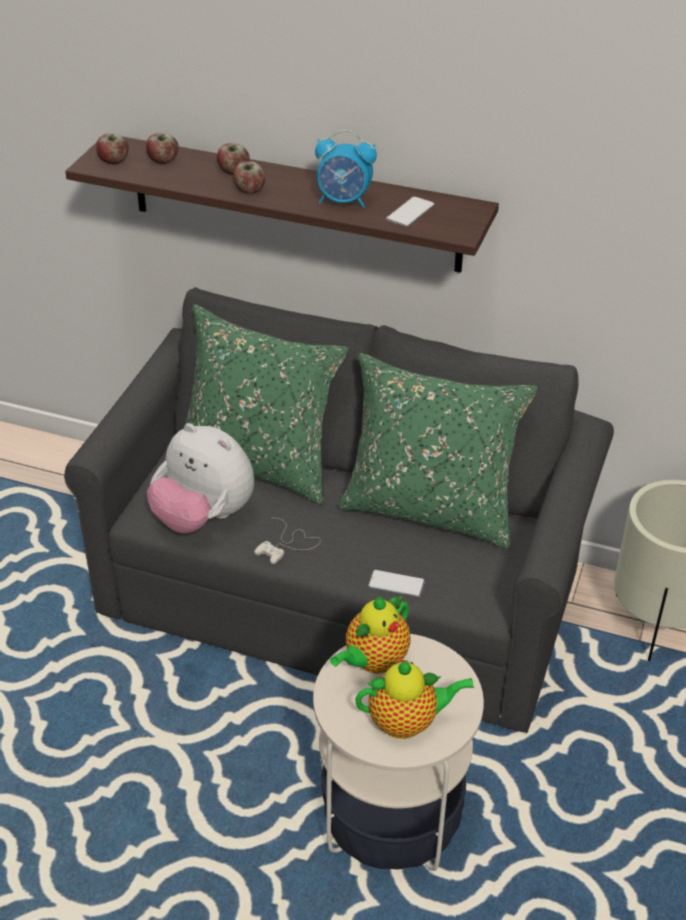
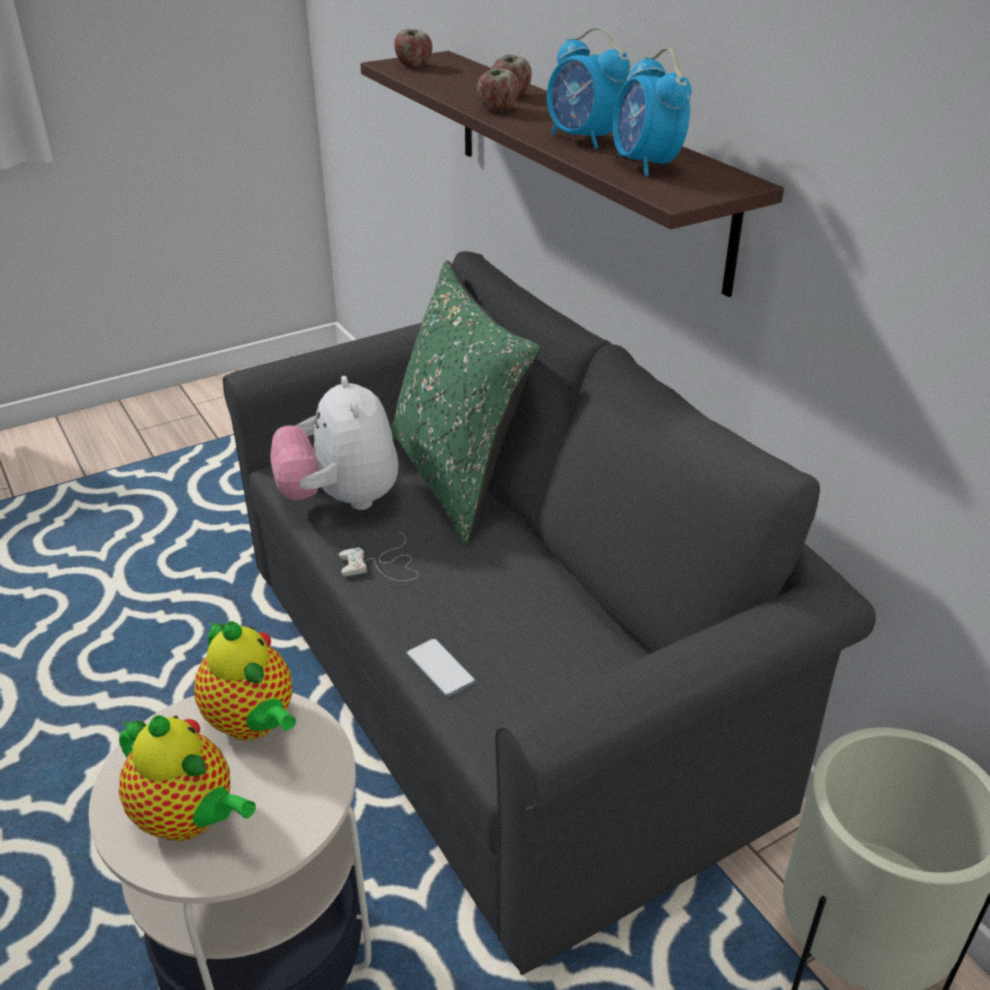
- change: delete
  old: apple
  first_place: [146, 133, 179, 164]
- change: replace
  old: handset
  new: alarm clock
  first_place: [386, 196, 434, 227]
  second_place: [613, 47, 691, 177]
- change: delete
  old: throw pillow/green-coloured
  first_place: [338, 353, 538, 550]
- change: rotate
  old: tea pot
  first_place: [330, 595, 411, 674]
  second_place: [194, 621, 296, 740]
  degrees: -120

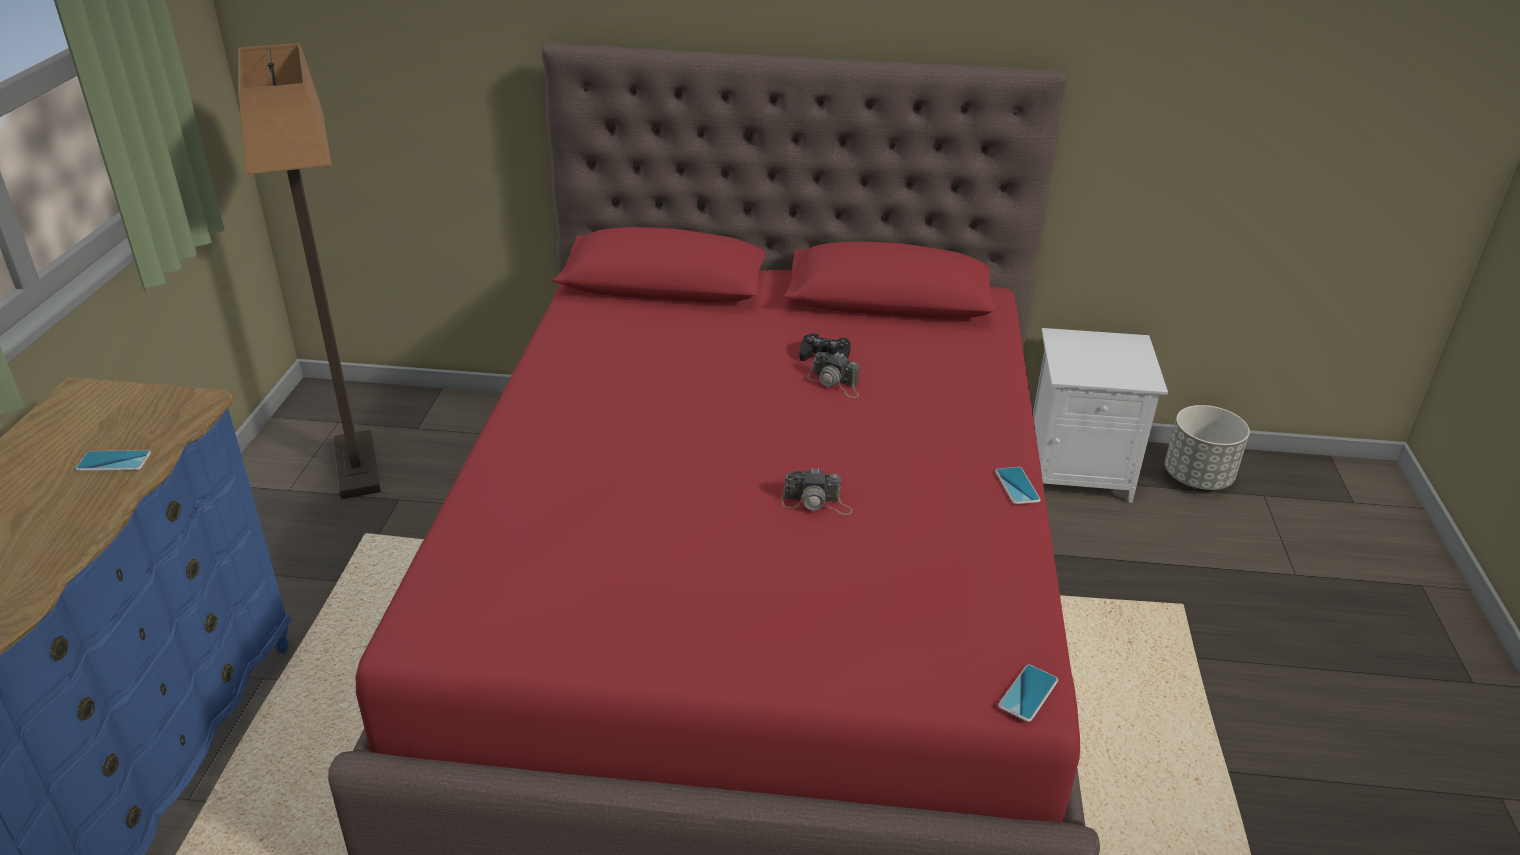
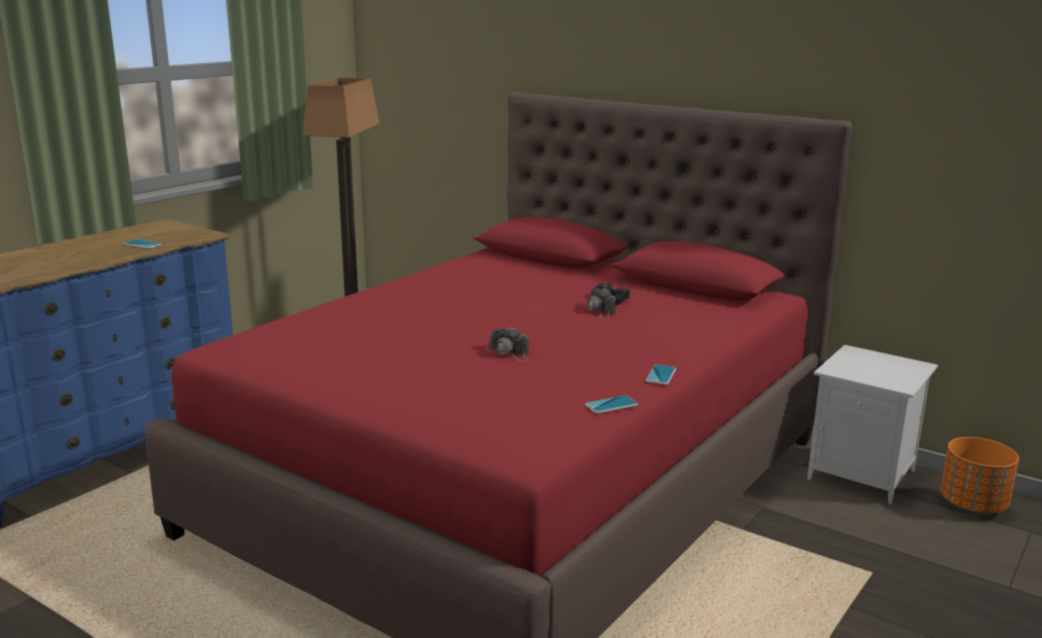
- change: recolor
  old: flower pot/grey
  new: flower pot/orangey
  first_place: [1165, 405, 1250, 490]
  second_place: [940, 437, 1019, 513]
- change: move
  old: handset
  first_place: [998, 665, 1058, 722]
  second_place: [585, 395, 638, 414]

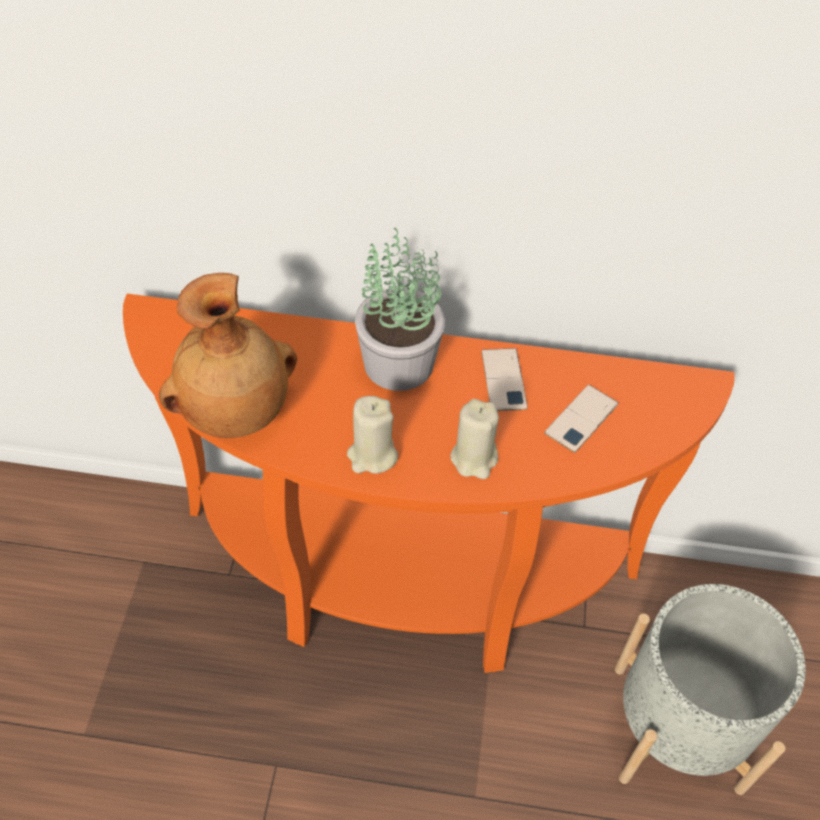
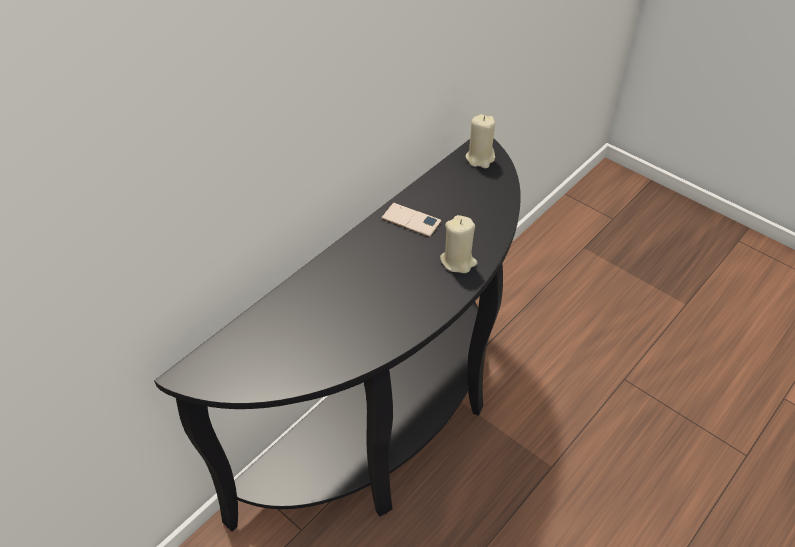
- change: delete
  old: plant in a pot
  first_place: [355, 227, 445, 391]
- change: delete
  old: flower vase/brown
  first_place: [159, 273, 297, 438]
- change: recolor
  old: hall table/orangey
  new: hall table/blackish
  first_place: [123, 294, 735, 673]
  second_place: [154, 138, 521, 532]
- change: delete
  old: handset
  first_place: [544, 385, 618, 453]
- change: move
  old: wax light/beige-coloured
  first_place: [347, 396, 398, 474]
  second_place: [466, 114, 495, 168]
- change: delete
  old: flower pot/grey
  first_place: [614, 584, 806, 795]

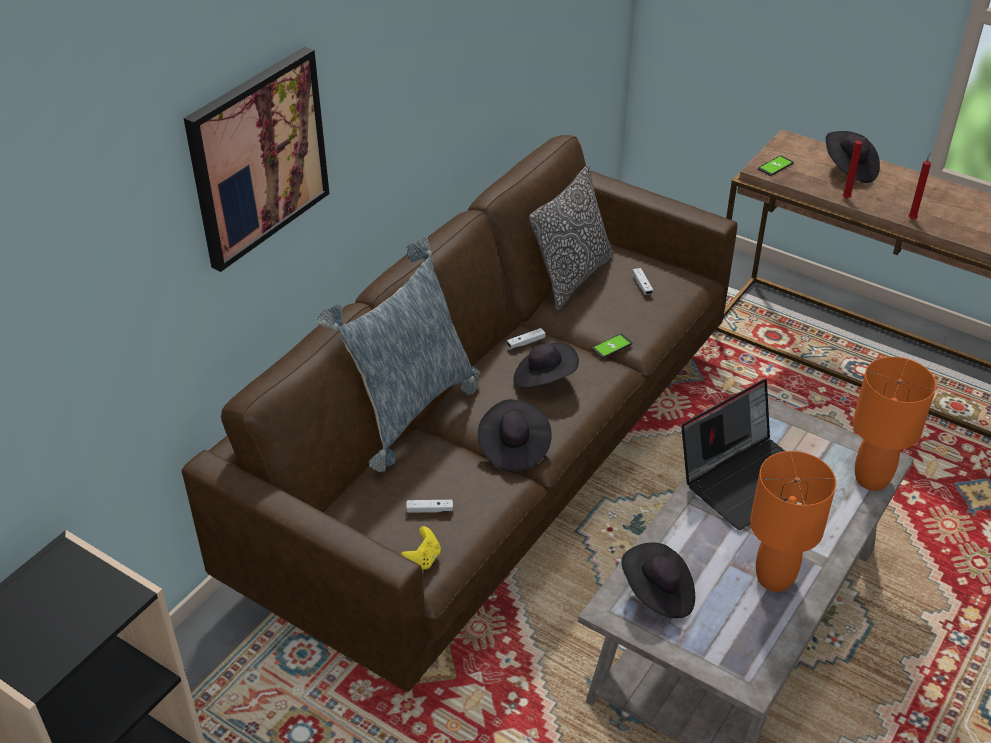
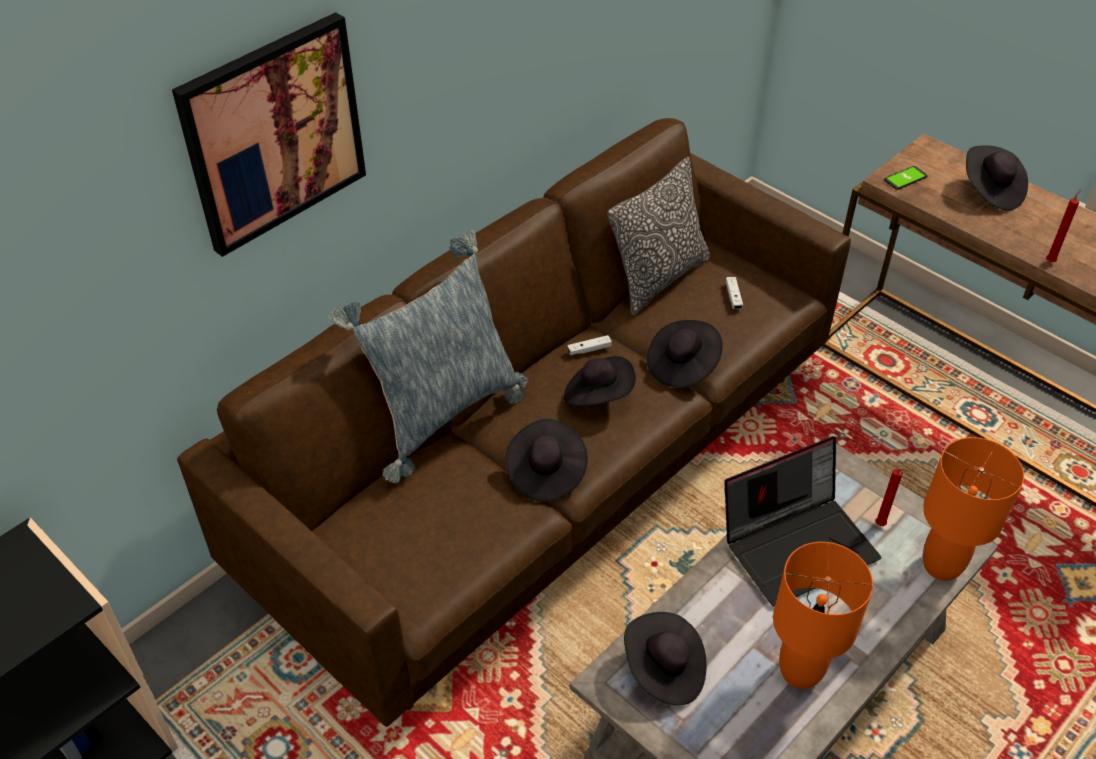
- change: move
  old: wax light/red
  first_place: [843, 138, 866, 199]
  second_place: [875, 468, 909, 526]
- change: replace
  old: handset
  new: wearable hat/blackish
  first_place: [591, 334, 633, 358]
  second_place: [647, 320, 723, 388]
- change: delete
  old: joypad/white
  first_place: [406, 500, 453, 513]
- change: delete
  old: joypad/yellow-coloured
  first_place: [401, 526, 441, 571]

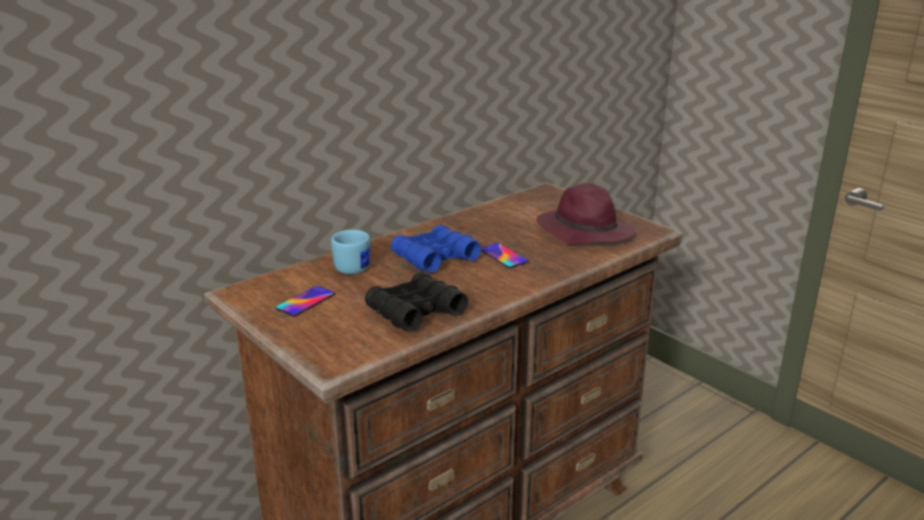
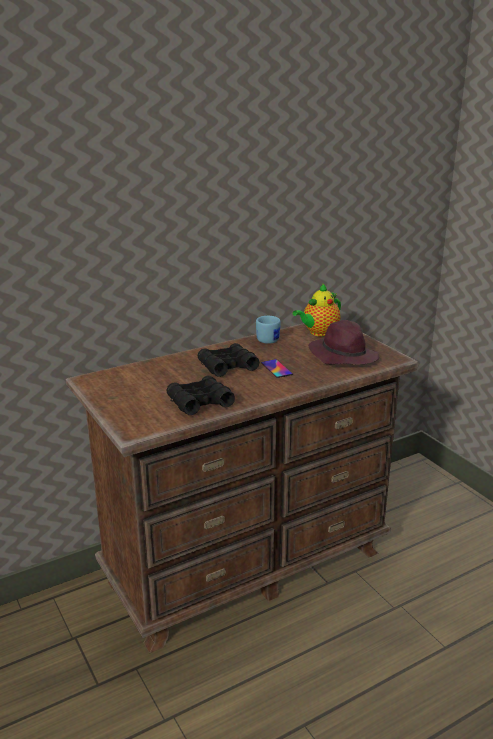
- change: recolor
  old: binoculars/bluish
  new: binoculars/blackish
  first_place: [391, 225, 481, 273]
  second_place: [198, 343, 259, 377]
- change: move
  old: tea mug/bluish
  first_place: [331, 230, 370, 274]
  second_place: [256, 316, 281, 344]
- change: delete
  old: handset
  first_place: [275, 286, 336, 317]
- change: insert
  new: tea pot
  second_place: [292, 283, 341, 337]

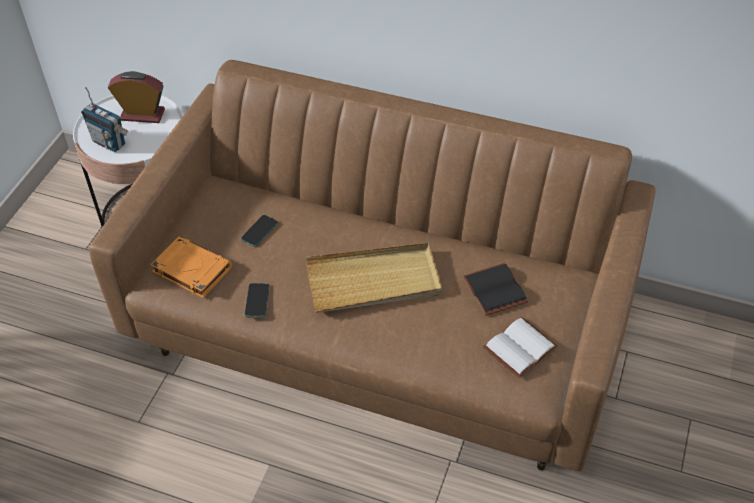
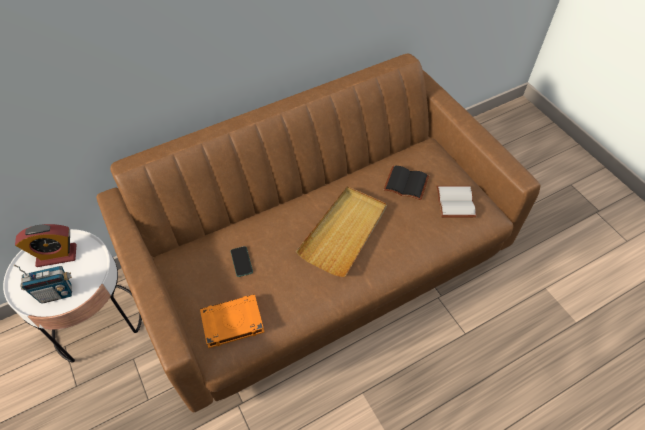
- change: rotate
  old: alarm clock
  first_place: [108, 71, 165, 123]
  second_place: [15, 224, 77, 267]
  degrees: -150
- change: delete
  old: handset
  first_place: [244, 283, 270, 318]

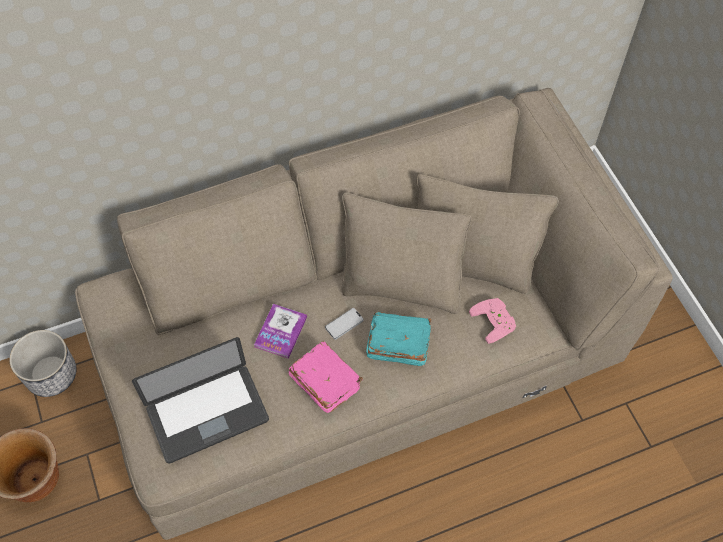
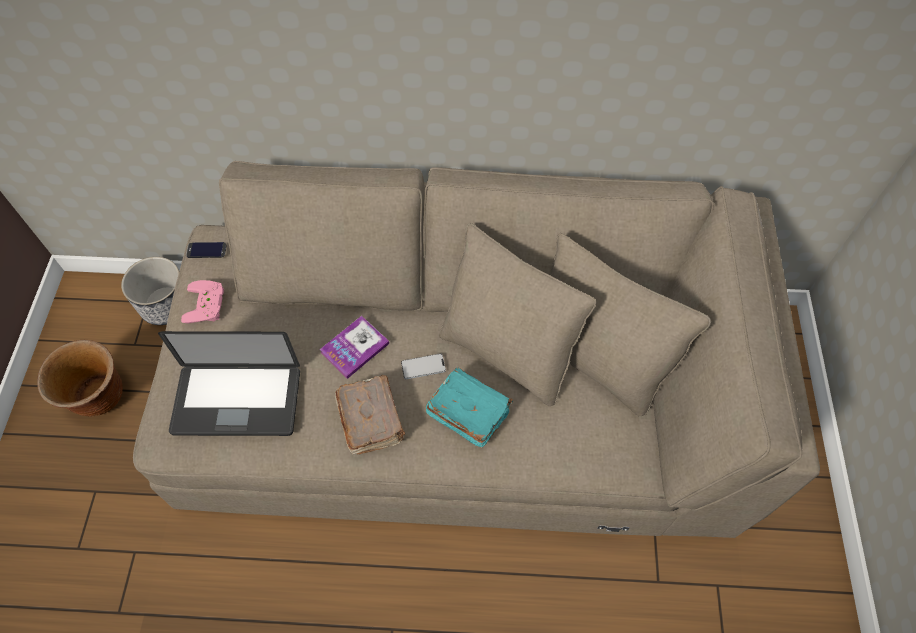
- change: move
  old: joypad/pinkish
  first_place: [469, 298, 516, 344]
  second_place: [181, 280, 224, 323]
- change: recolor
  old: volume/pinkish
  new: volume/brown
  first_place: [289, 341, 363, 413]
  second_place: [335, 375, 405, 454]
- change: insert
  new: handset
  second_place: [186, 242, 227, 258]

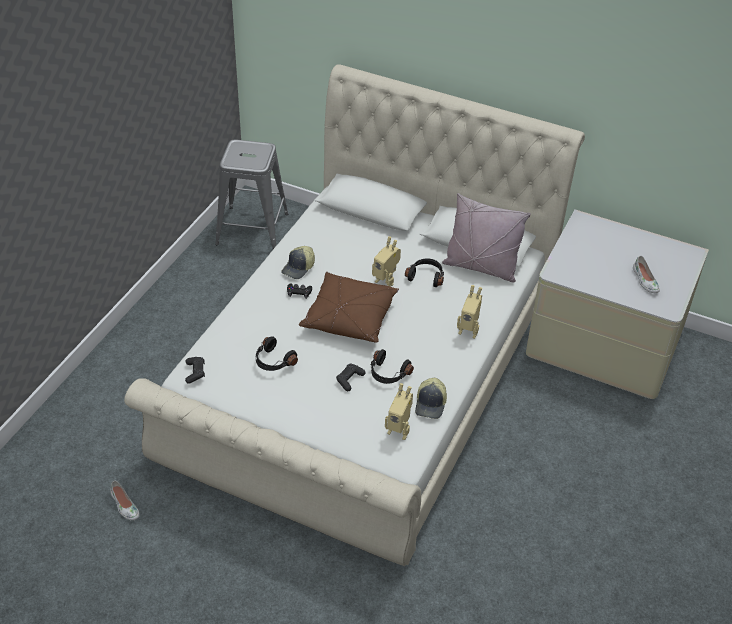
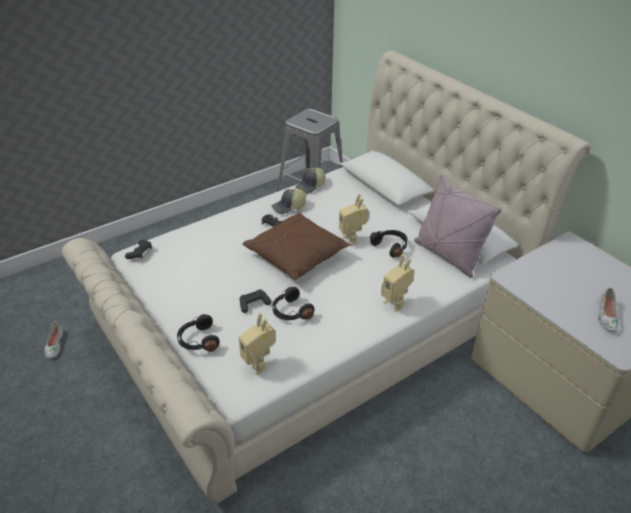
- change: move
  old: headphones/blackish
  first_place: [256, 336, 298, 371]
  second_place: [177, 314, 220, 352]
- change: move
  old: baseball cap
  first_place: [415, 378, 447, 419]
  second_place: [295, 168, 325, 193]

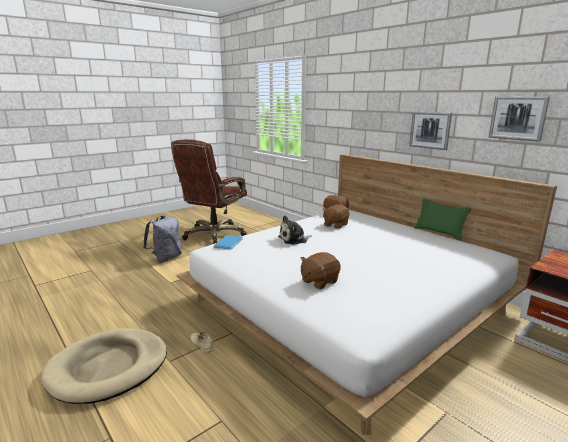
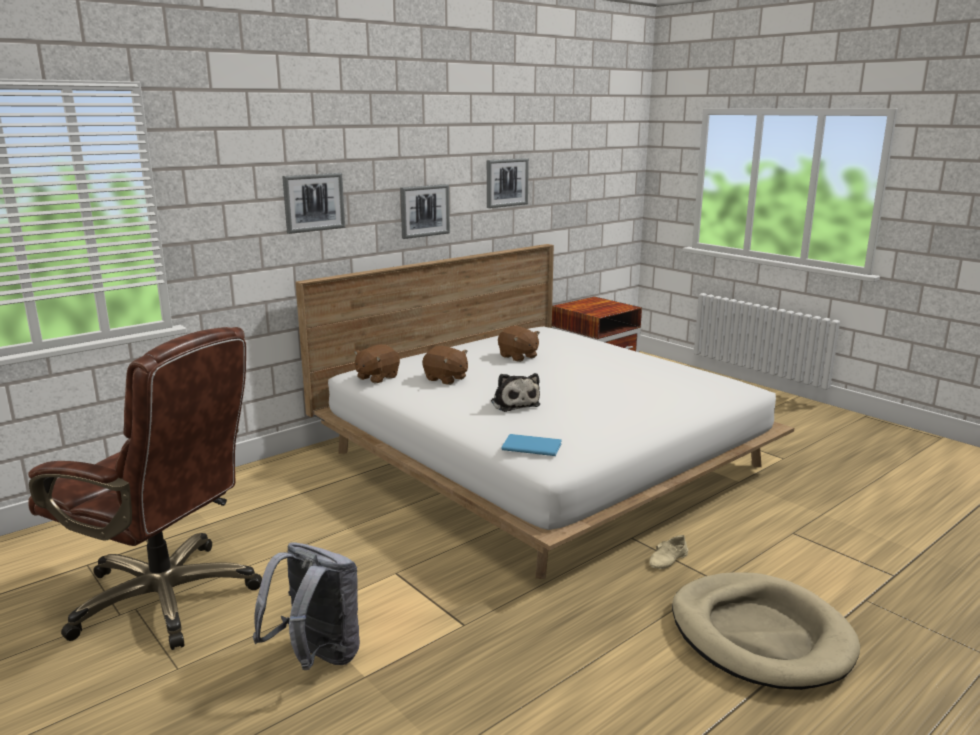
- change: delete
  old: throw pillow/green-coloured
  first_place: [414, 198, 471, 240]
- change: move
  old: plush toy/brown
  first_place: [301, 252, 341, 289]
  second_place: [498, 326, 540, 362]
- change: insert
  new: picture
  second_place: [282, 173, 345, 234]

